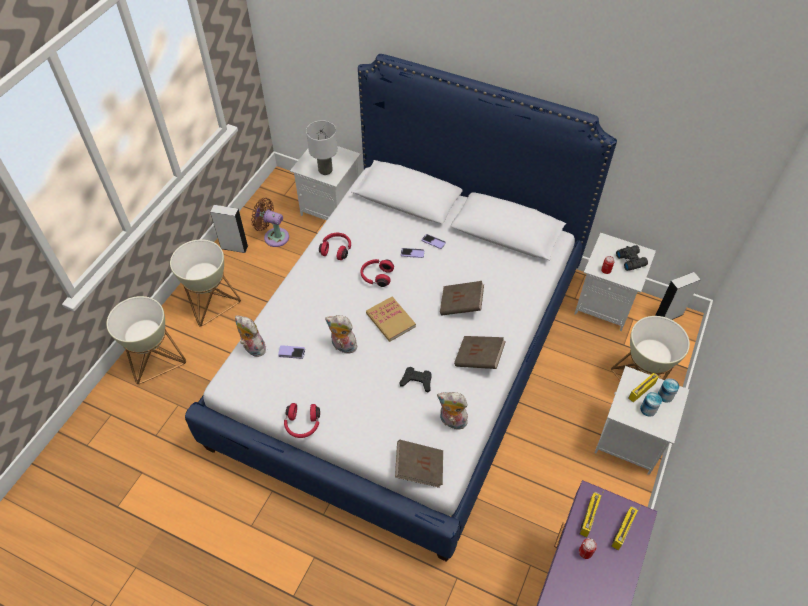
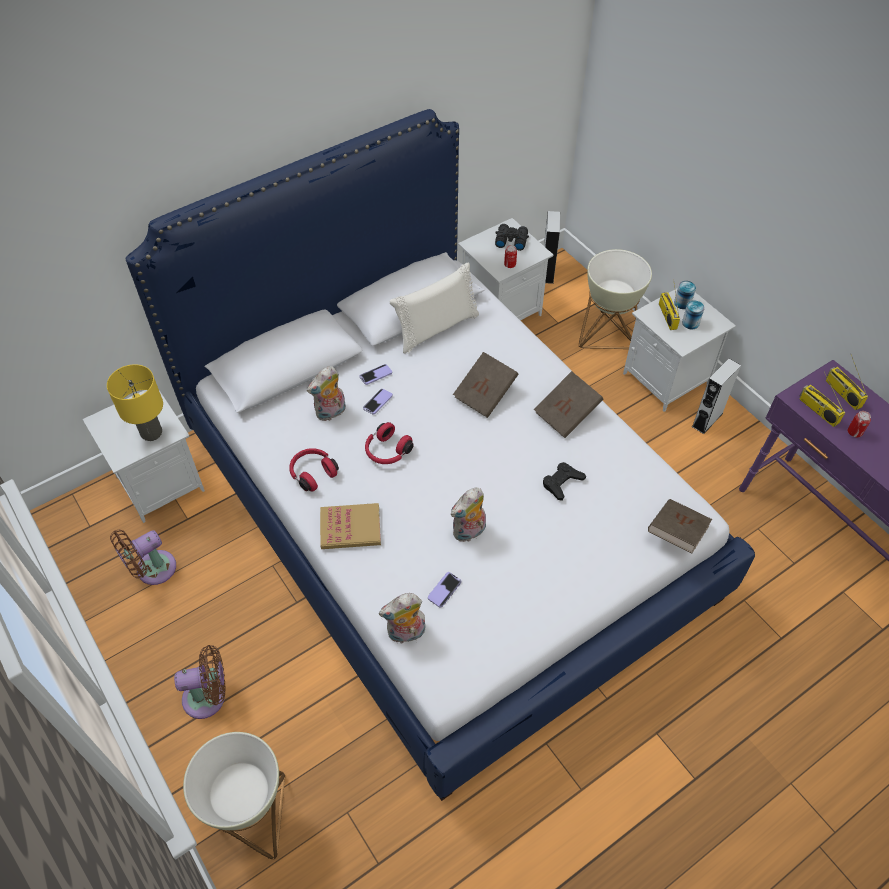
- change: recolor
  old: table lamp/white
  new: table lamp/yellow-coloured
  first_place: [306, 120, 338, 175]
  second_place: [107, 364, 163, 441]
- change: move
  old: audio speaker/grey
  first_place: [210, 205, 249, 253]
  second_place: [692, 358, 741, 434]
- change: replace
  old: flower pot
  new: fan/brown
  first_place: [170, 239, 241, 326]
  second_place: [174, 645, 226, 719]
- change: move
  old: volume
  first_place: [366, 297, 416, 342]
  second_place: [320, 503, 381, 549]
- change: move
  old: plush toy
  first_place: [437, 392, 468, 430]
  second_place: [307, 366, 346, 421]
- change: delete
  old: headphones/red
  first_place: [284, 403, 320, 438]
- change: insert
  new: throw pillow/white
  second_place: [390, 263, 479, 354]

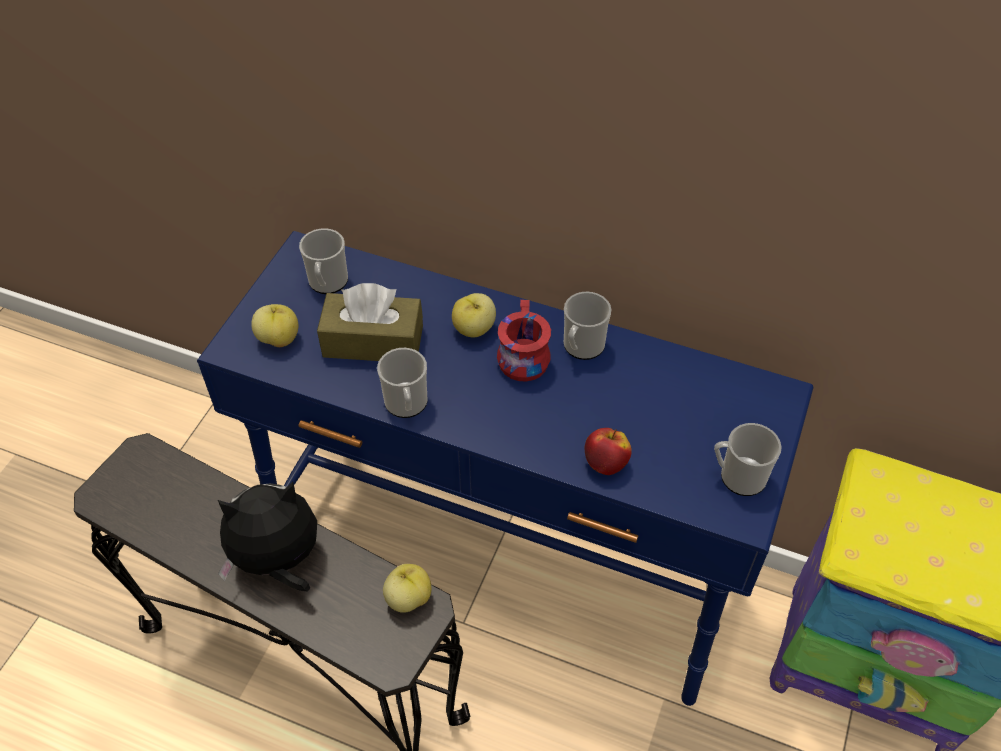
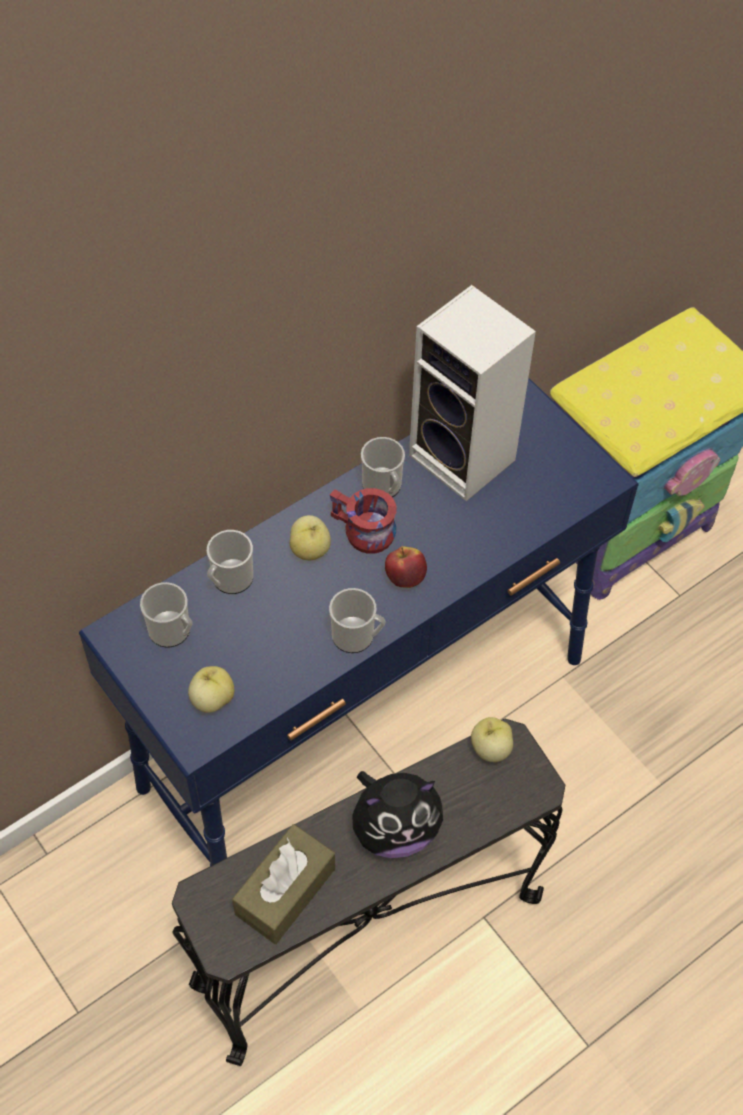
- change: move
  old: box of tissues/brown
  first_place: [317, 283, 423, 361]
  second_place: [232, 824, 335, 944]
- change: move
  old: tea mug
  first_place: [714, 423, 782, 496]
  second_place: [207, 530, 253, 594]
- change: move
  old: apple
  first_place: [585, 428, 632, 475]
  second_place: [385, 546, 427, 588]
- change: rotate
  old: plush toy
  first_place: [218, 481, 317, 592]
  second_place: [352, 771, 443, 858]
  degrees: -120
- change: insert
  new: audio speaker
  second_place: [409, 285, 536, 501]

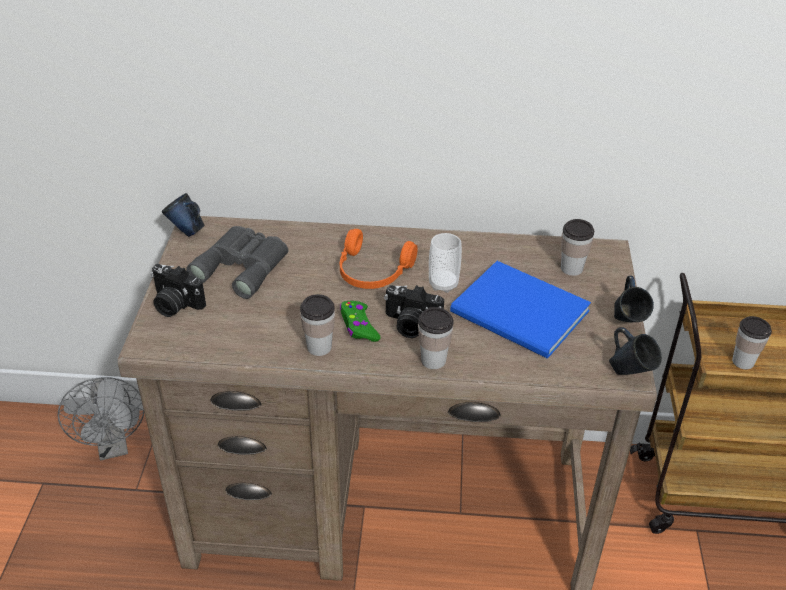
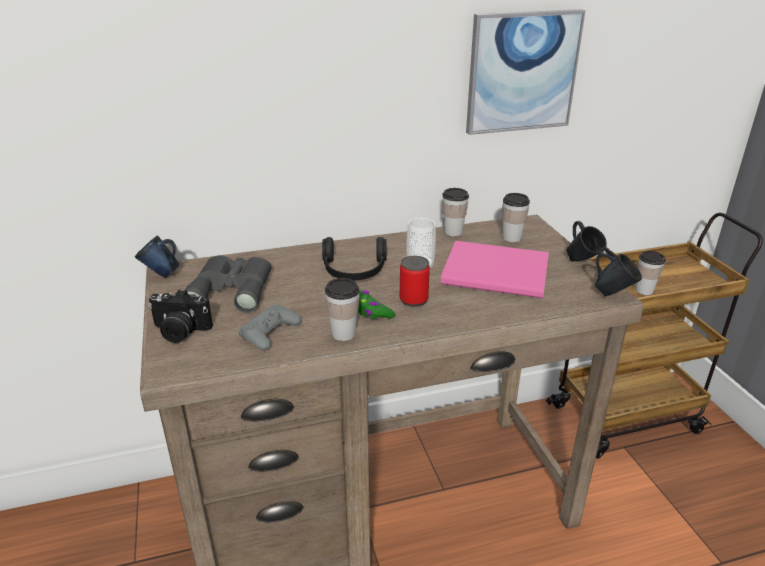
- change: recolor
  old: headphones/orangey
  new: headphones/blackish
  first_place: [340, 229, 418, 289]
  second_place: [322, 237, 387, 280]
- change: recolor
  old: volume/bluish
  new: volume/pinkish
  first_place: [450, 261, 591, 359]
  second_place: [441, 241, 549, 298]
- change: replace
  old: photo camera
  new: can
  first_place: [384, 285, 444, 338]
  second_place: [400, 256, 430, 307]
- change: move
  old: small cup
  first_place: [418, 307, 454, 369]
  second_place: [442, 188, 469, 236]
- change: delete
  old: fan/grey
  first_place: [58, 377, 144, 461]
- change: insert
  new: picture
  second_place: [466, 9, 586, 135]
- change: insert
  new: joypad/grey
  second_place: [238, 305, 302, 350]

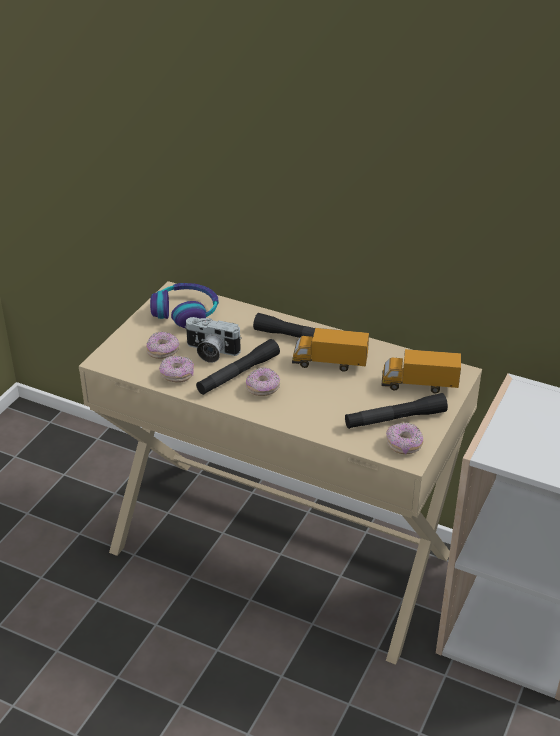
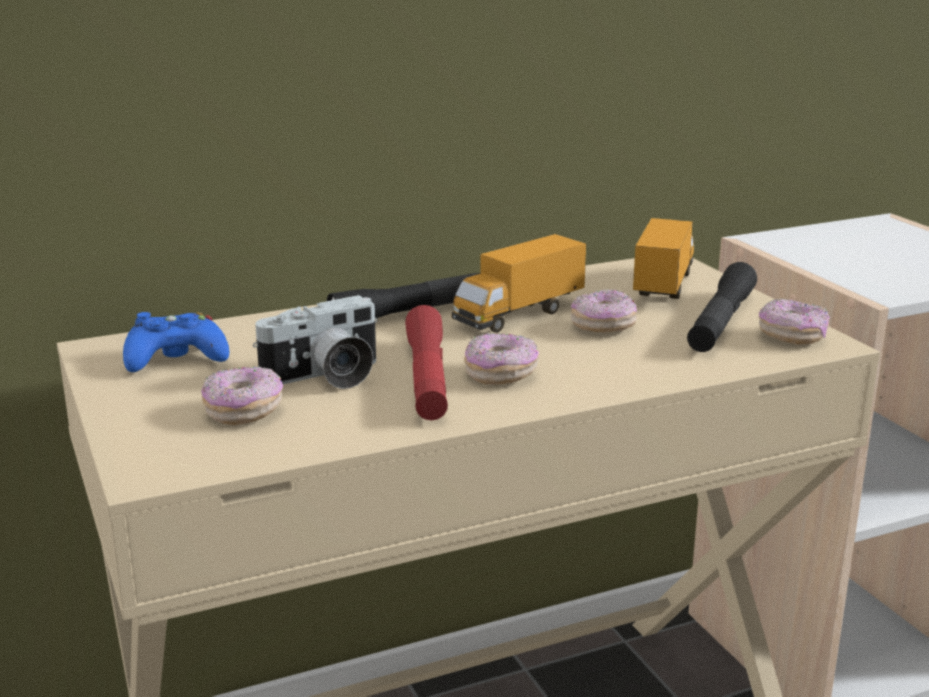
- change: replace
  old: headphones
  new: joypad/bluish
  first_place: [150, 283, 219, 328]
  second_place: [123, 312, 229, 372]
- change: recolor
  old: flashlight/blackish
  new: flashlight/red
  first_place: [196, 339, 280, 395]
  second_place: [405, 305, 448, 420]
- change: rotate
  old: toy lorry
  first_place: [381, 349, 461, 393]
  second_place: [633, 218, 694, 299]
  degrees: 150
- change: move
  old: doughnut
  first_place: [159, 356, 194, 383]
  second_place: [571, 289, 637, 332]

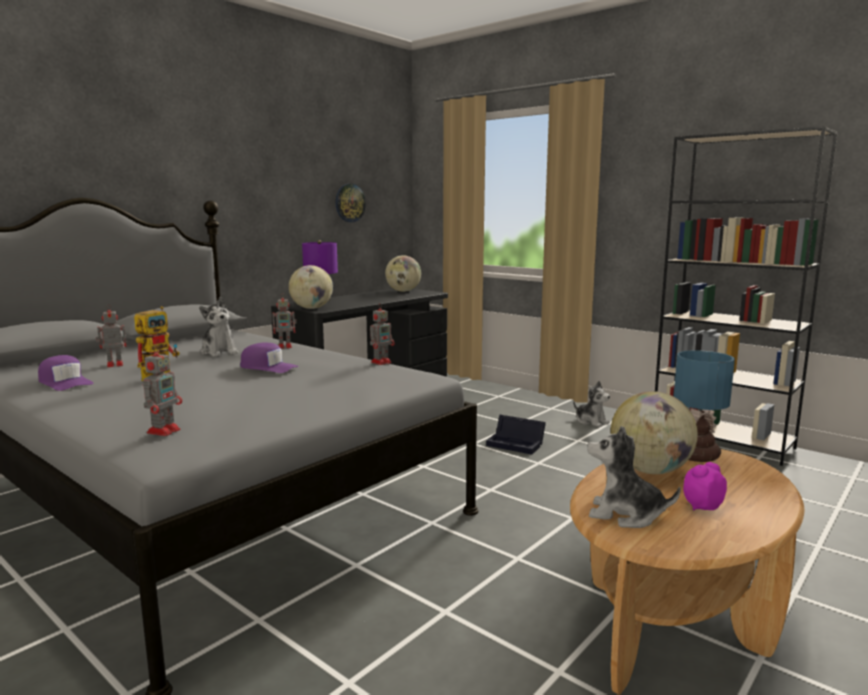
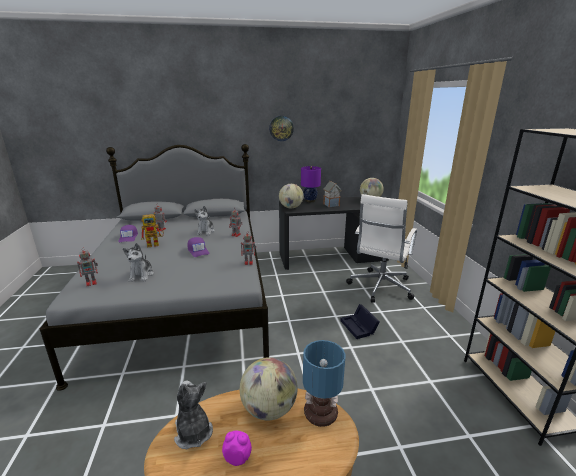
- change: move
  old: wall clock
  first_place: [335, 184, 366, 222]
  second_place: [269, 116, 294, 141]
- change: move
  old: plush toy
  first_place: [573, 381, 610, 427]
  second_place: [123, 243, 154, 282]
- change: insert
  new: toy house
  second_place: [323, 180, 342, 207]
- change: insert
  new: computer chair/white
  second_place: [346, 194, 417, 303]

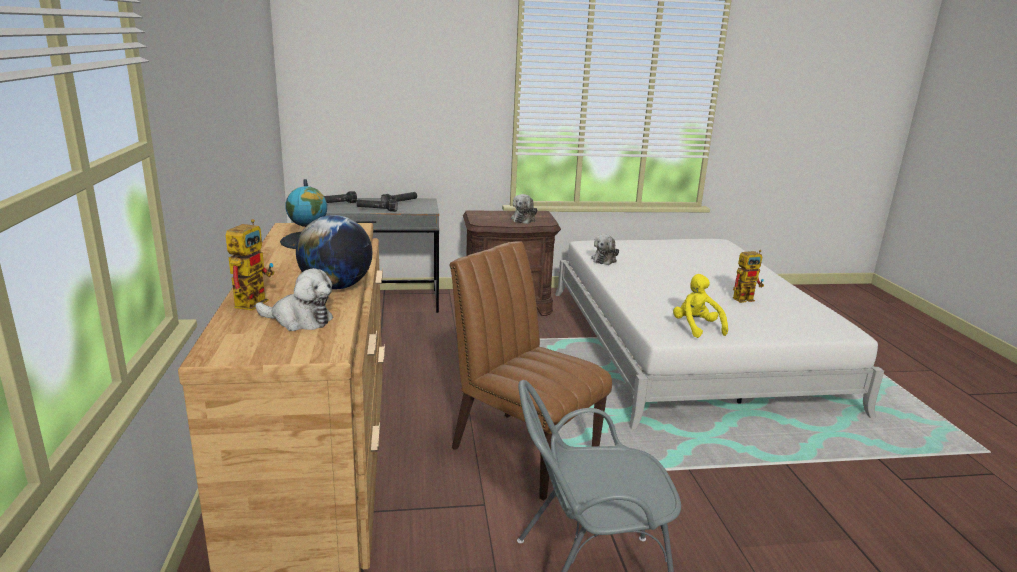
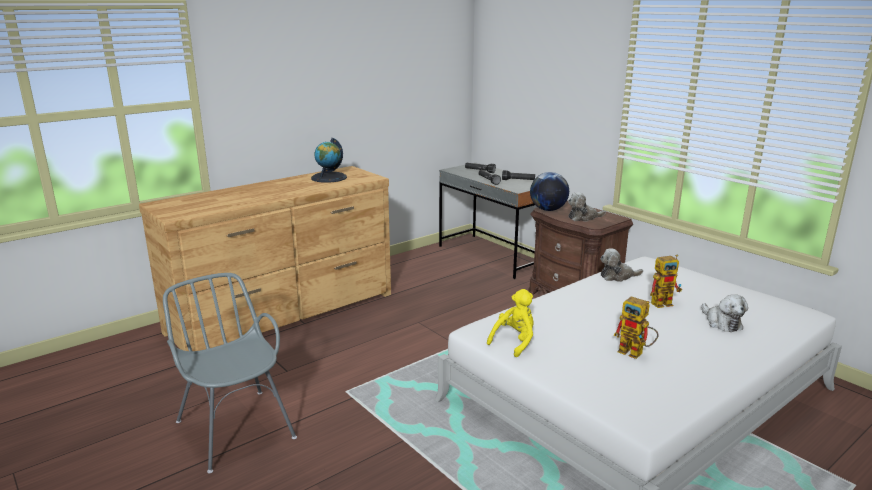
- change: move
  old: globe
  first_place: [296, 215, 372, 289]
  second_place: [530, 172, 569, 211]
- change: move
  old: robot figure
  first_place: [226, 219, 275, 311]
  second_place: [650, 254, 682, 308]
- change: delete
  old: chair/brown
  first_place: [450, 241, 612, 501]
- change: move
  old: plush toy
  first_place: [255, 268, 333, 331]
  second_place: [702, 294, 748, 332]

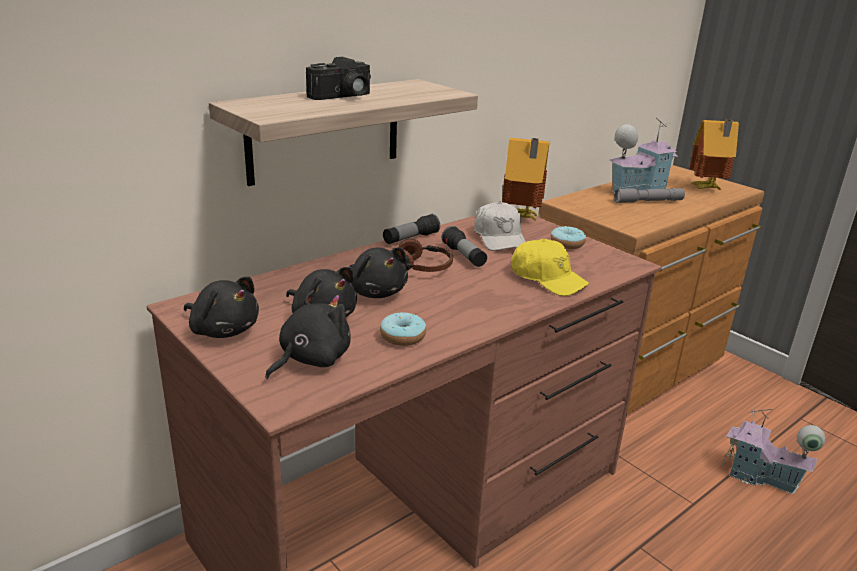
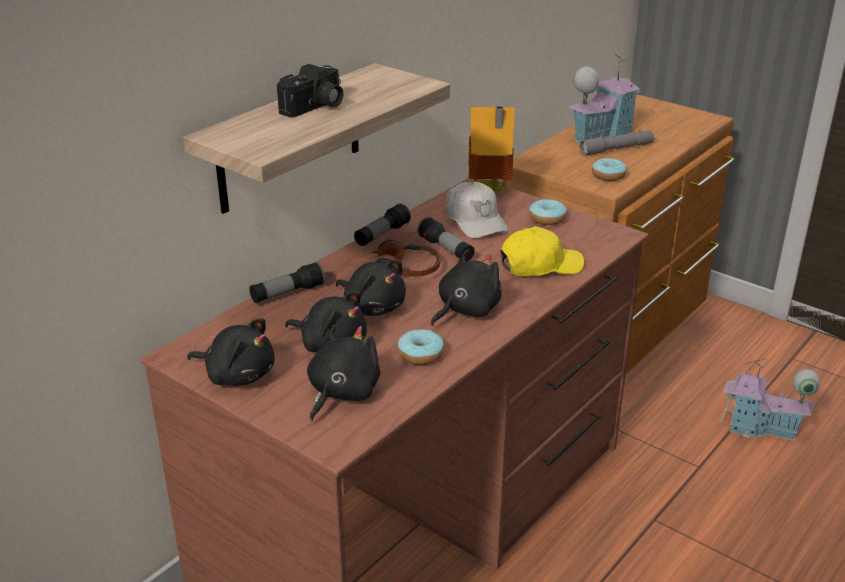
- change: delete
  old: toy house
  first_place: [689, 119, 739, 190]
- change: rotate
  old: baseball cap/yellow-coloured
  first_place: [512, 239, 589, 296]
  second_place: [500, 226, 584, 276]
  degrees: -45
- change: insert
  new: doughnut
  second_place: [592, 158, 626, 181]
- change: insert
  new: plush toy/blackish
  second_place: [431, 249, 502, 326]
- change: insert
  new: flashlight
  second_place: [249, 262, 325, 303]

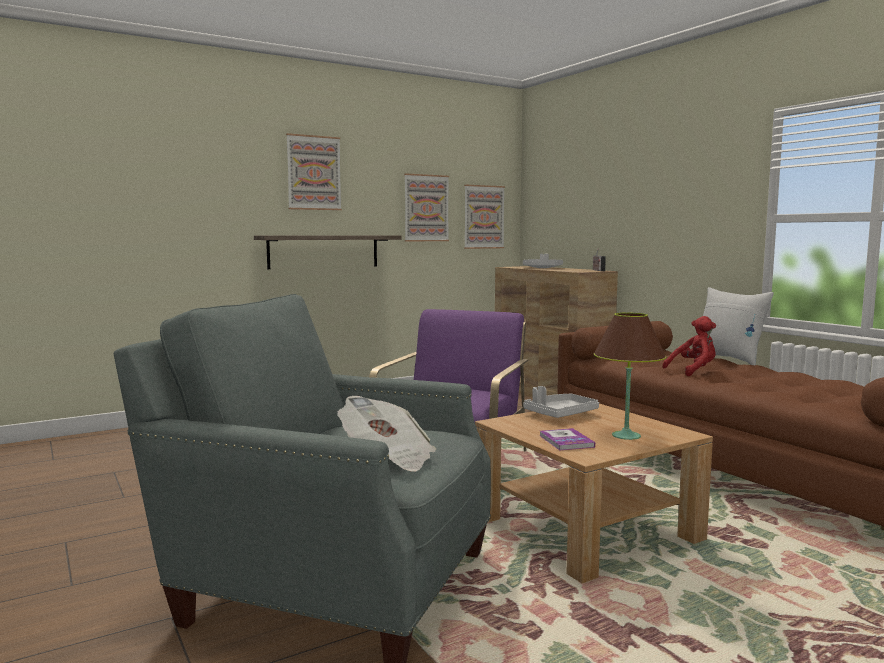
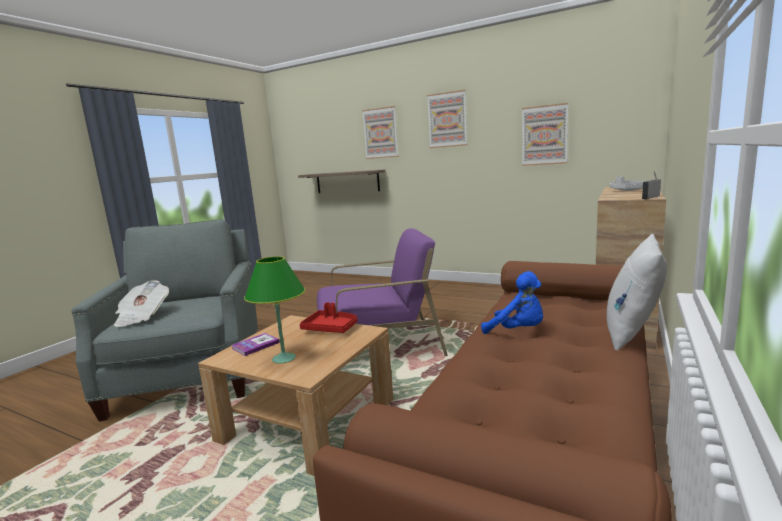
- change: move
  old: picture
  first_place: [464, 185, 505, 249]
  second_place: [362, 106, 398, 159]
- change: move
  old: wall shelf
  first_place: [254, 235, 402, 269]
  second_place: [298, 169, 385, 193]
- change: recolor
  old: table lamp/brown
  new: table lamp/green-coloured
  first_place: [594, 313, 666, 440]
  second_place: [244, 256, 305, 364]
- change: recolor
  old: plush toy/red
  new: plush toy/bluish
  first_place: [662, 316, 716, 376]
  second_place: [481, 271, 543, 334]
- change: recolor
  old: tray/grey
  new: tray/red
  first_place: [523, 386, 599, 418]
  second_place: [299, 302, 358, 333]

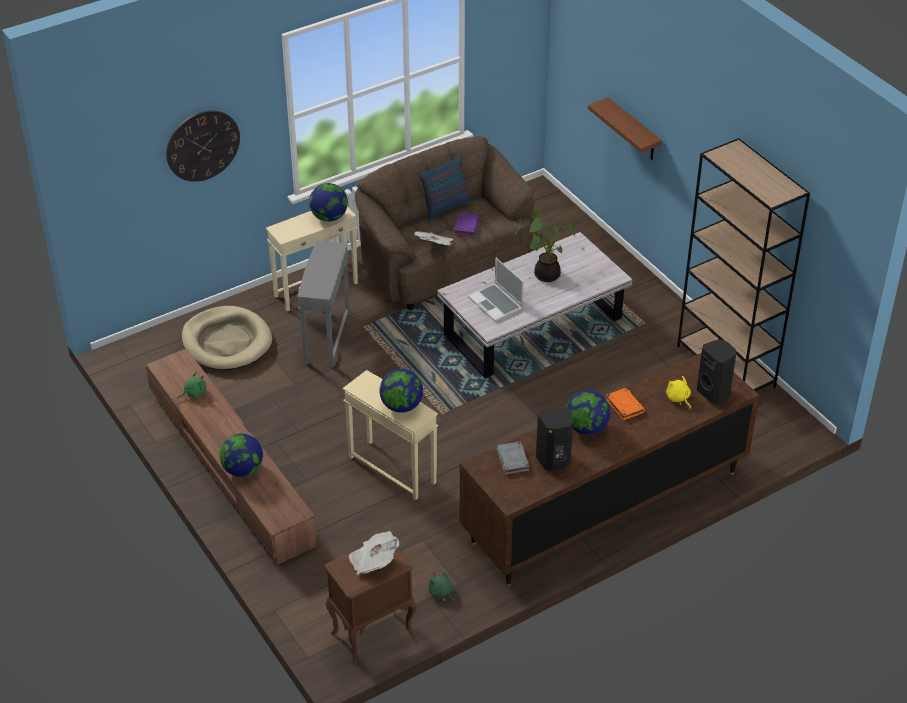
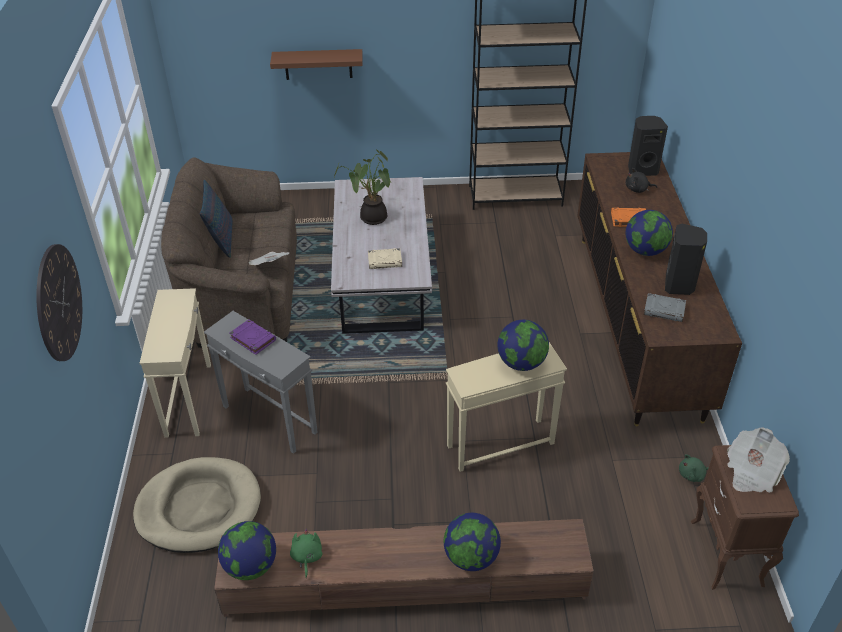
- change: move
  old: globe
  first_place: [309, 183, 348, 222]
  second_place: [218, 521, 276, 580]
- change: move
  old: volume/purple
  first_place: [454, 212, 480, 236]
  second_place: [229, 319, 276, 355]
- change: replace
  old: laptop
  new: volume/beige-coloured
  first_place: [468, 258, 524, 322]
  second_place: [368, 248, 402, 269]
- change: recolor
  old: plush toy/yellow-coloured
  new: plush toy/blackish
  first_place: [666, 376, 691, 409]
  second_place: [626, 168, 657, 193]

